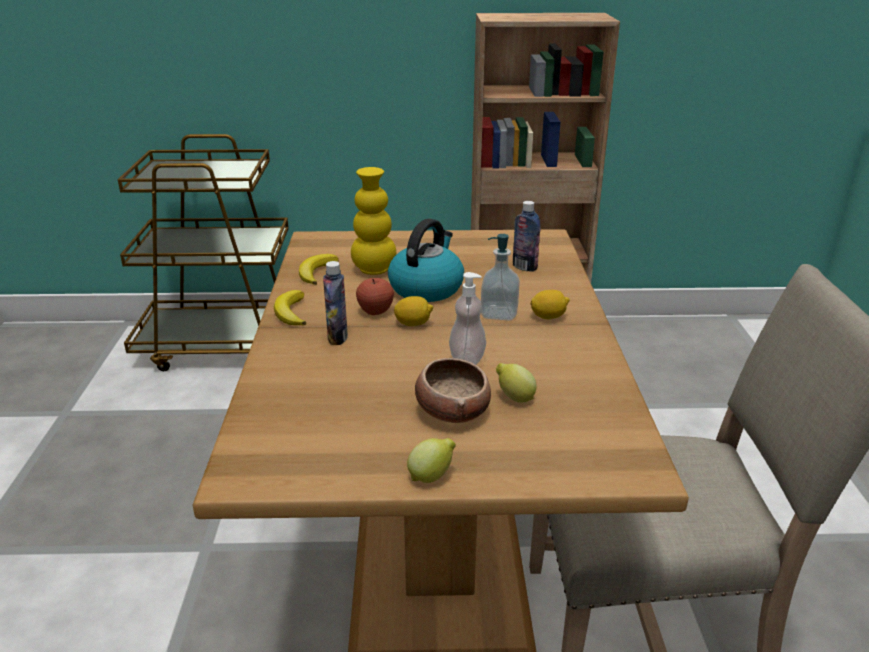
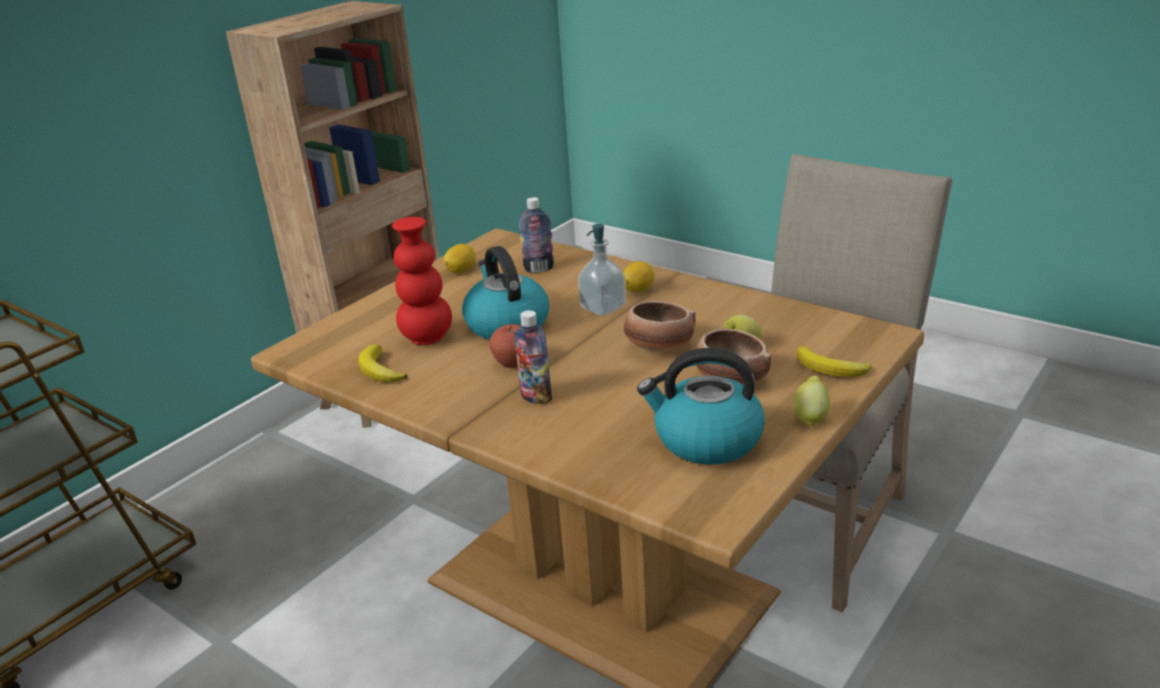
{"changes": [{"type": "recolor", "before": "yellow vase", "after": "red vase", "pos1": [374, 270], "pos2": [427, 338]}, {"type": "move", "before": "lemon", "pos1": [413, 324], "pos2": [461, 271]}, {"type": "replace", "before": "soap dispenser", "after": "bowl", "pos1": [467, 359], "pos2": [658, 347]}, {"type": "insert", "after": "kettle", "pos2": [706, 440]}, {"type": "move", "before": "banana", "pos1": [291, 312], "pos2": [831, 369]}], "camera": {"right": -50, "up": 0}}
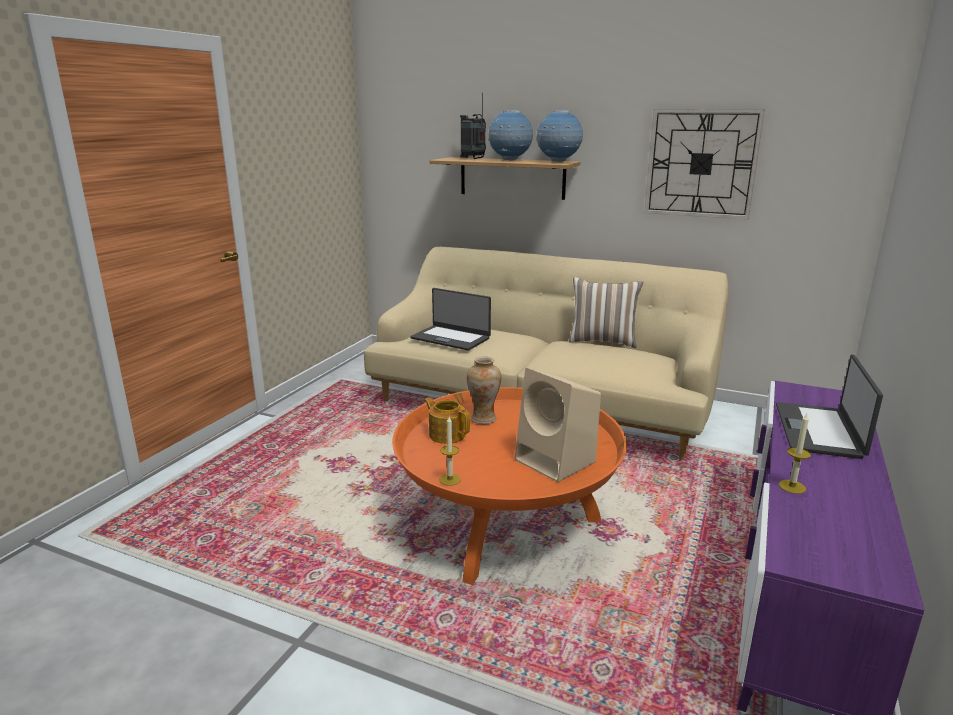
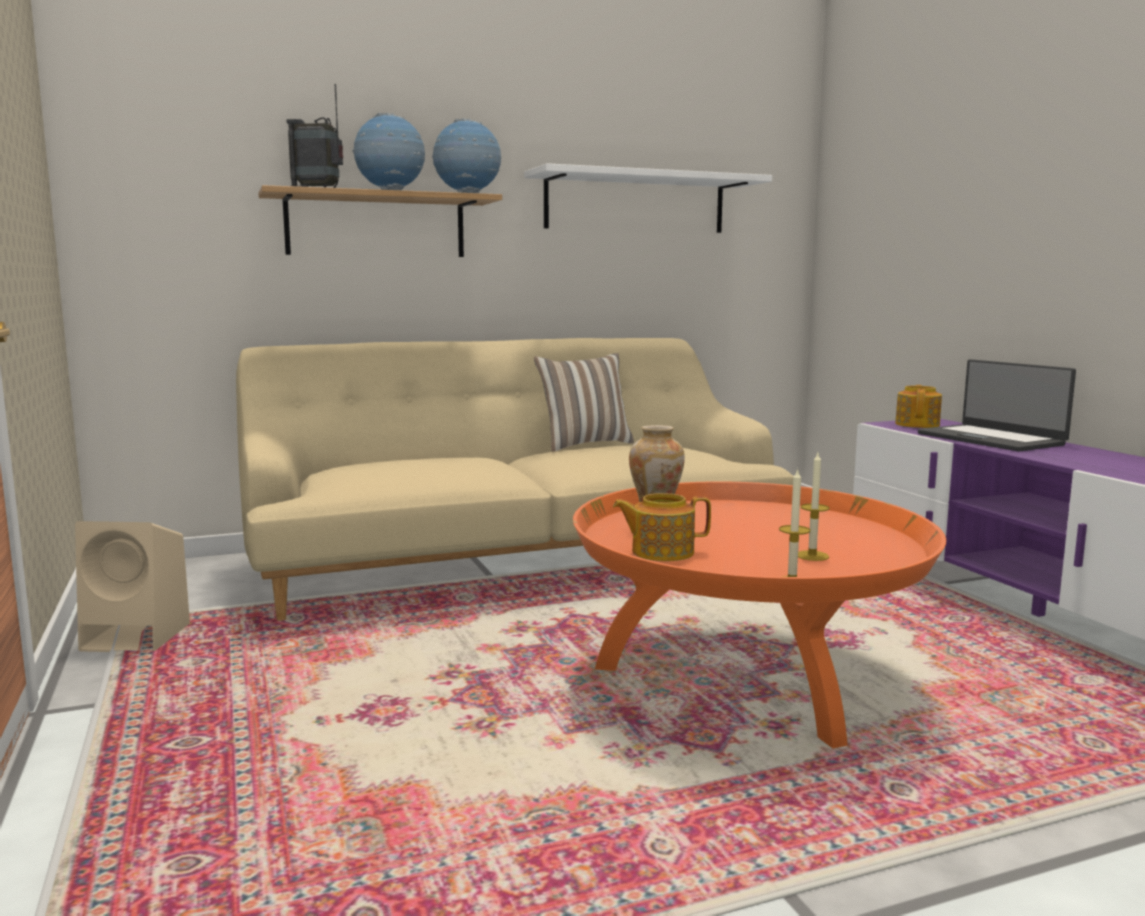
{"changes": [{"type": "move", "before": "beige speaker", "pos1": [557, 461], "pos2": [139, 637]}, {"type": "replace", "before": "wall clock", "after": "white shelf", "pos1": [701, 163], "pos2": [635, 203]}, {"type": "move", "before": "candle", "pos1": [792, 486], "pos2": [812, 556]}, {"type": "insert", "after": "teapot", "pos2": [918, 424]}, {"type": "delete", "before": "laptop", "pos1": [451, 338]}], "camera": {"right": -45, "up": -10}}
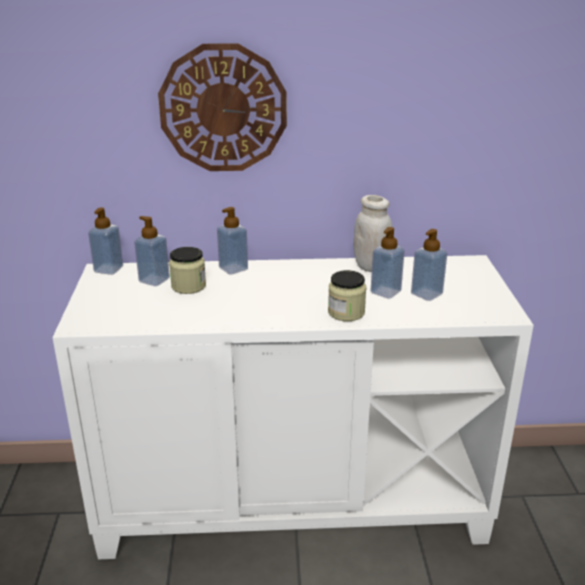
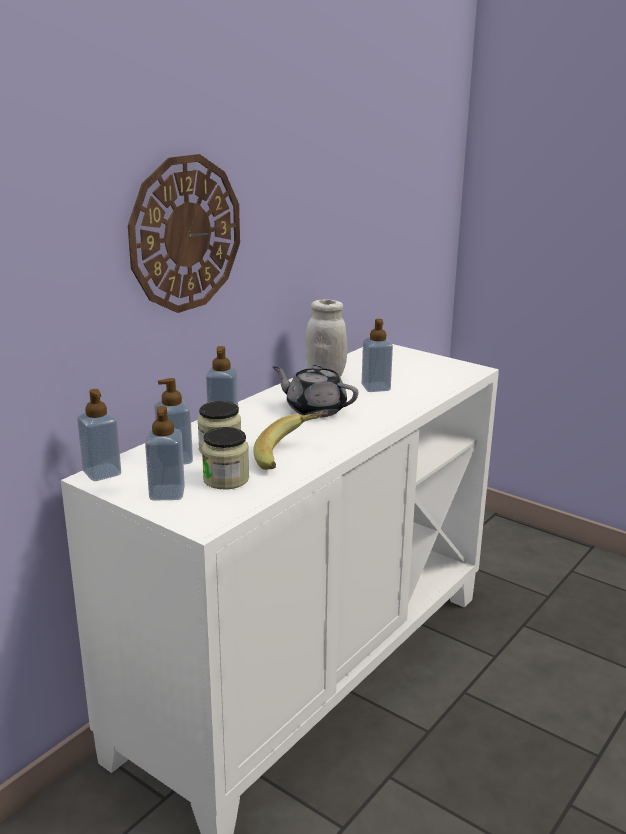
{"changes": [{"type": "move", "before": "soap dispenser", "pos1": [426, 294], "pos2": [167, 493]}, {"type": "move", "before": "jar", "pos1": [346, 312], "pos2": [226, 479]}, {"type": "insert", "after": "banana", "pos2": [291, 457]}, {"type": "insert", "after": "grey teapot", "pos2": [315, 409]}], "camera": {"right": -50, "up": -5}}
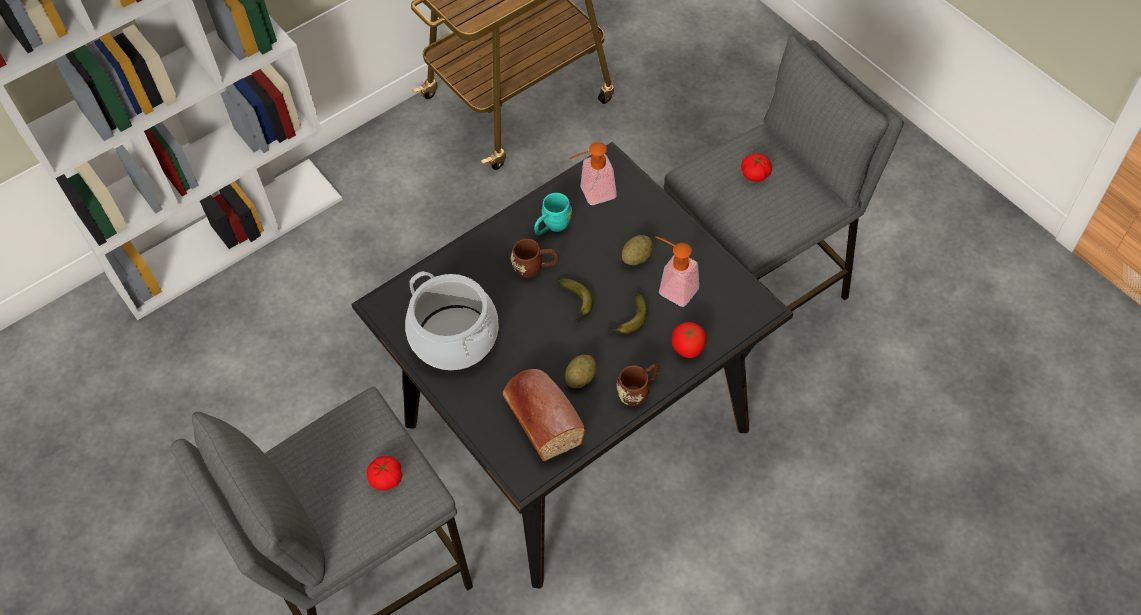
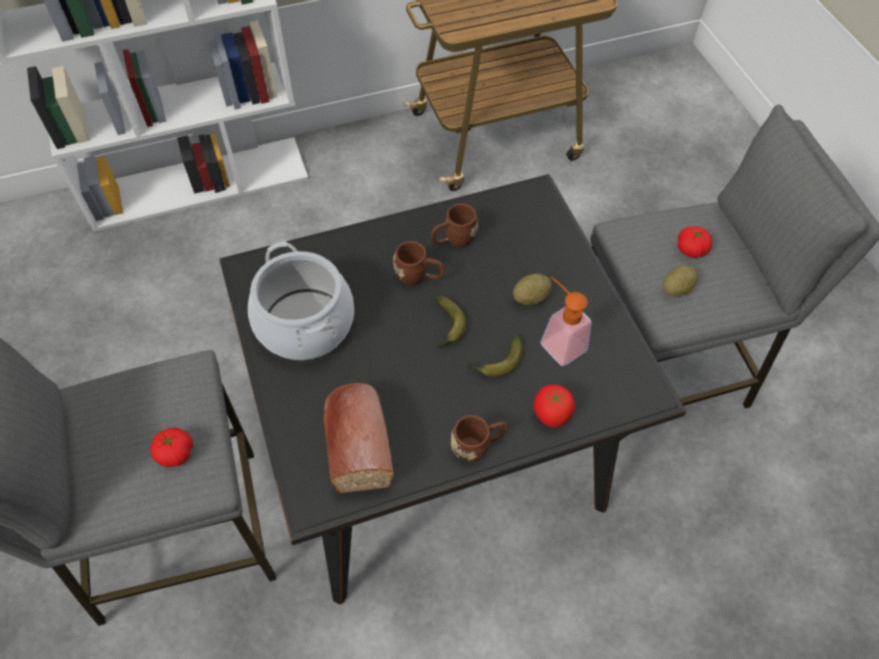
{"changes": [{"type": "recolor", "before": "turquoise mug", "after": "brown mug", "pos1": [552, 227], "pos2": [453, 240]}, {"type": "move", "before": "potato", "pos1": [580, 378], "pos2": [676, 289]}, {"type": "delete", "before": "soap dispenser", "pos1": [592, 194]}], "camera": {"right": 15, "up": 0}}
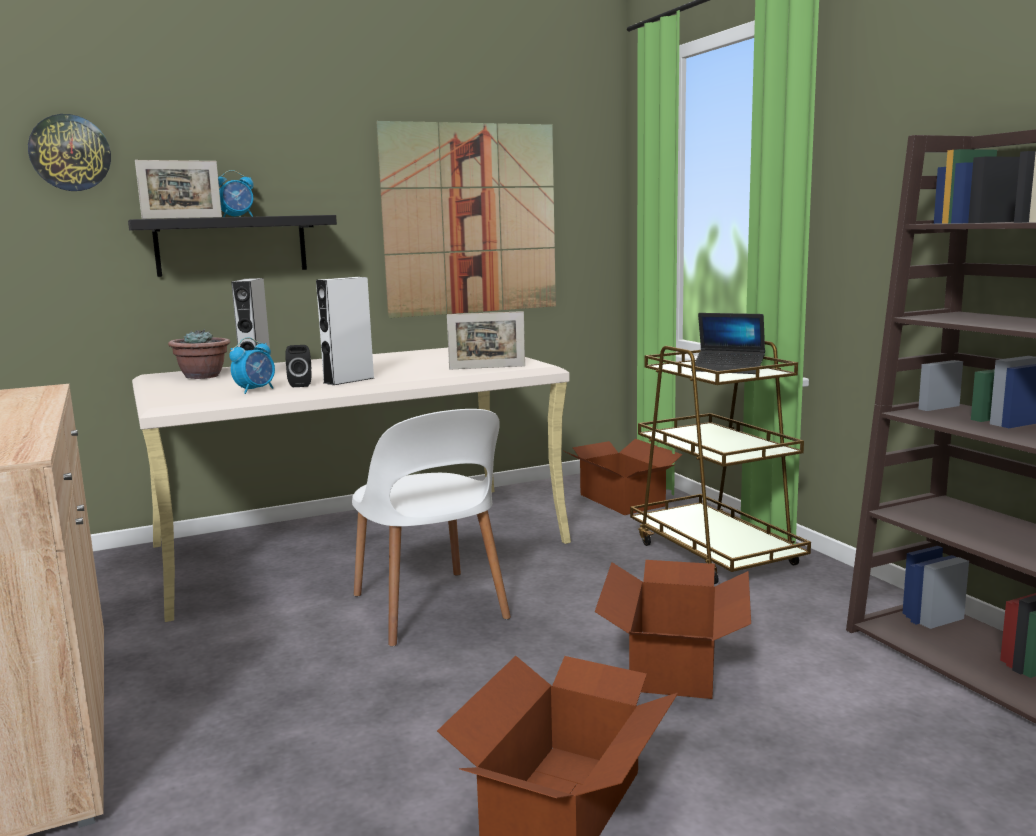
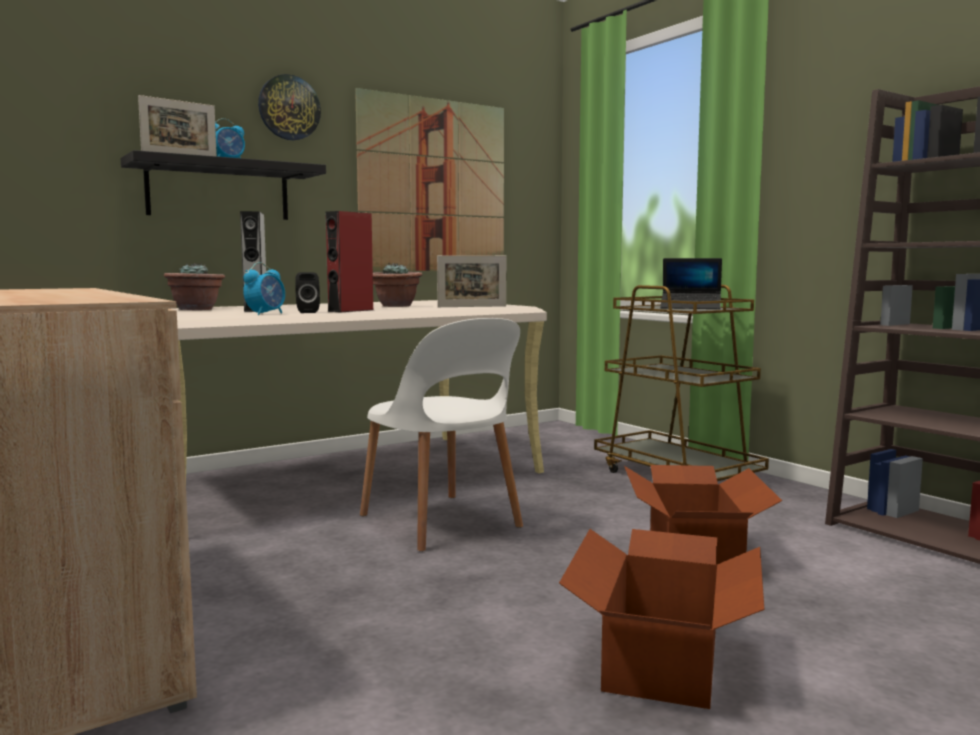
{"changes": [{"type": "move", "before": "wall clock", "pos1": [70, 153], "pos2": [289, 108]}, {"type": "recolor", "before": "white speaker", "after": "red speaker", "pos1": [349, 380], "pos2": [351, 310]}, {"type": "insert", "after": "potted plant", "pos2": [396, 306]}, {"type": "delete", "before": "cardboard box", "pos1": [622, 500]}], "camera": {"right": -10, "up": -5}}
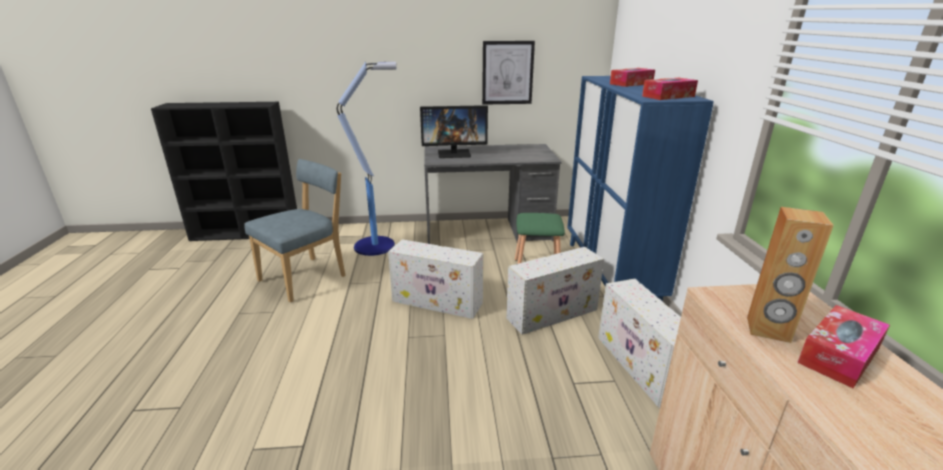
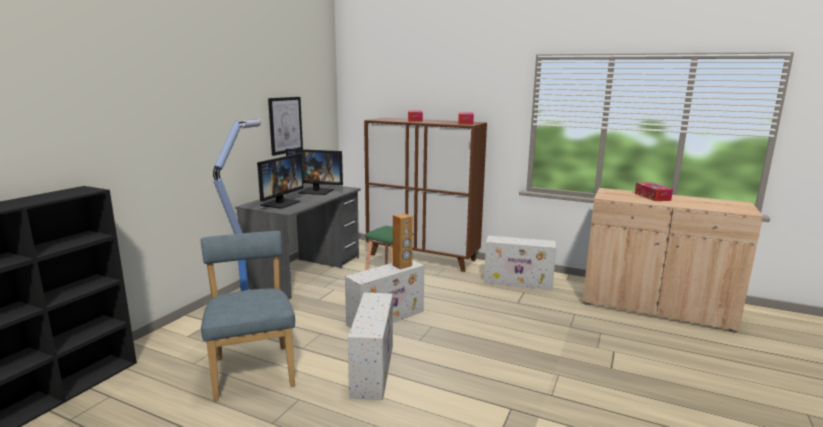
{"changes": [{"type": "insert", "after": "monitor", "pos2": [316, 191]}, {"type": "move", "before": "white storage box", "pos1": [553, 313], "pos2": [373, 368]}, {"type": "recolor", "before": "blue cabinet", "after": "brown cabinet", "pos1": [610, 273], "pos2": [423, 257]}, {"type": "move", "before": "brown speaker", "pos1": [768, 330], "pos2": [402, 265]}], "camera": {"right": -60, "up": -10}}
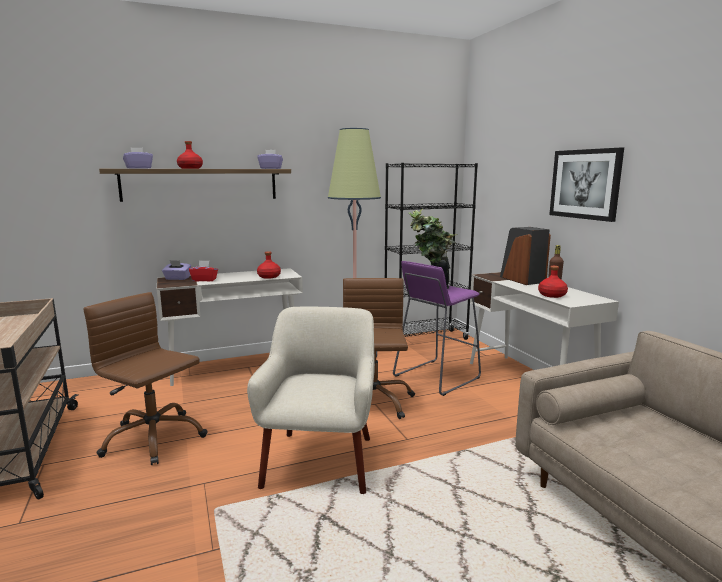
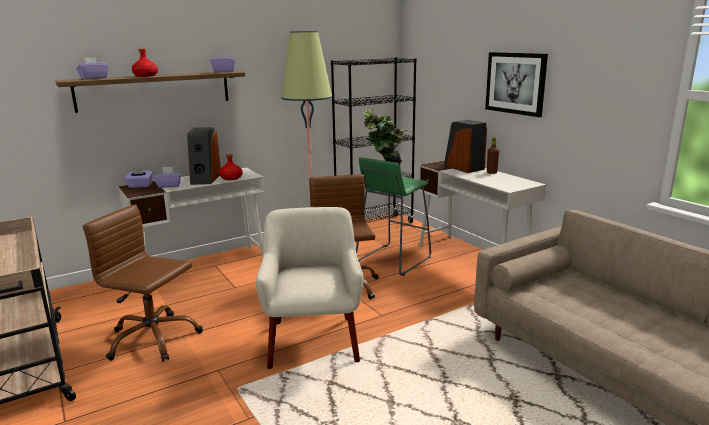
{"changes": [{"type": "recolor", "before": "red tissue box", "after": "purple tissue box", "pos1": [204, 280], "pos2": [169, 186]}, {"type": "insert", "after": "speaker", "pos2": [205, 179]}, {"type": "recolor", "before": "purple stool", "after": "green stool", "pos1": [436, 377], "pos2": [392, 259]}, {"type": "delete", "before": "red bottle", "pos1": [551, 295]}], "camera": {"right": -10, "up": 5}}
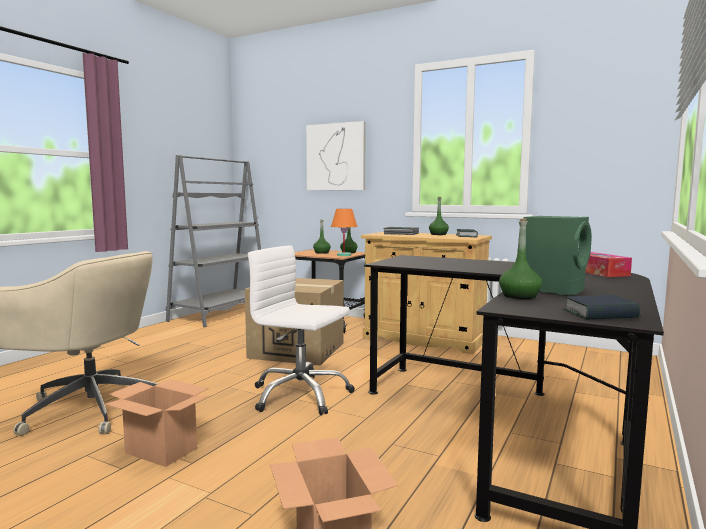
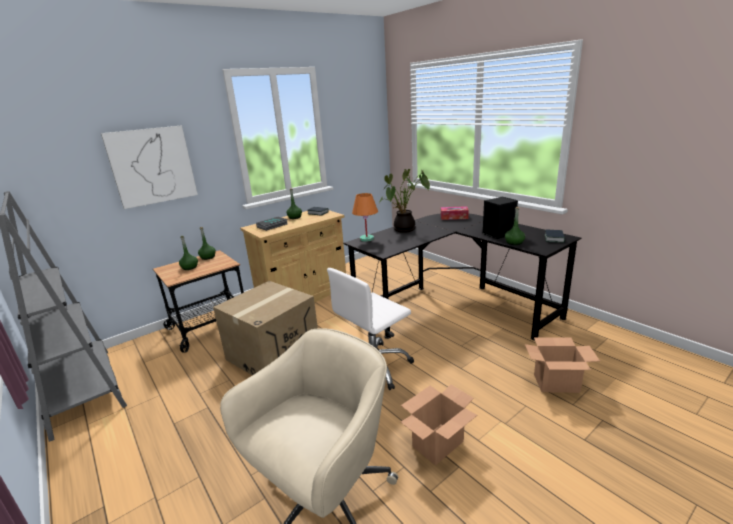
{"changes": [{"type": "move", "before": "orange table lamp", "pos1": [344, 255], "pos2": [367, 239]}, {"type": "insert", "after": "potted plant", "pos2": [404, 230]}, {"type": "recolor", "before": "green speaker", "after": "black speaker", "pos1": [554, 289], "pos2": [498, 234]}], "camera": {"right": -65, "up": 15}}
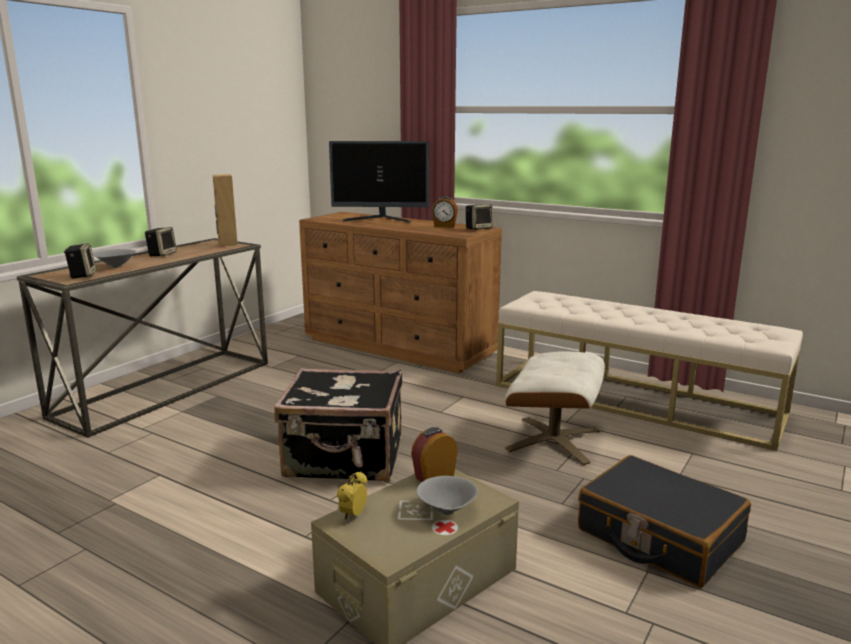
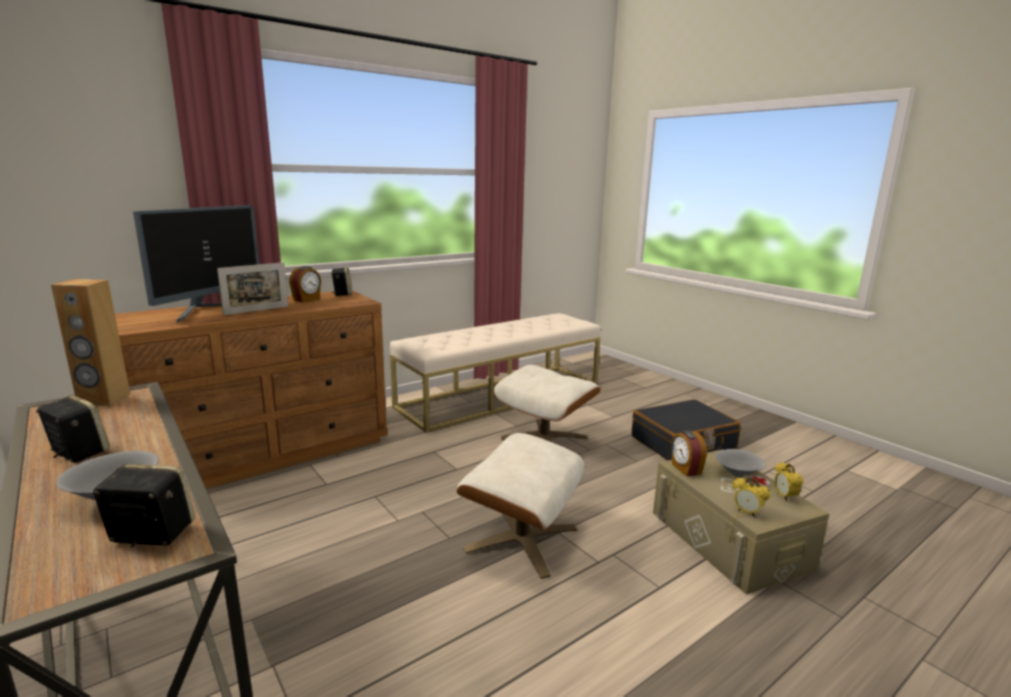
{"changes": [{"type": "insert", "after": "picture frame", "pos2": [257, 310]}, {"type": "replace", "before": "black suitcase", "after": "beige ottoman", "pos1": [345, 459], "pos2": [521, 539]}, {"type": "insert", "after": "alarm clock", "pos2": [784, 497]}], "camera": {"right": -70, "up": 0}}
